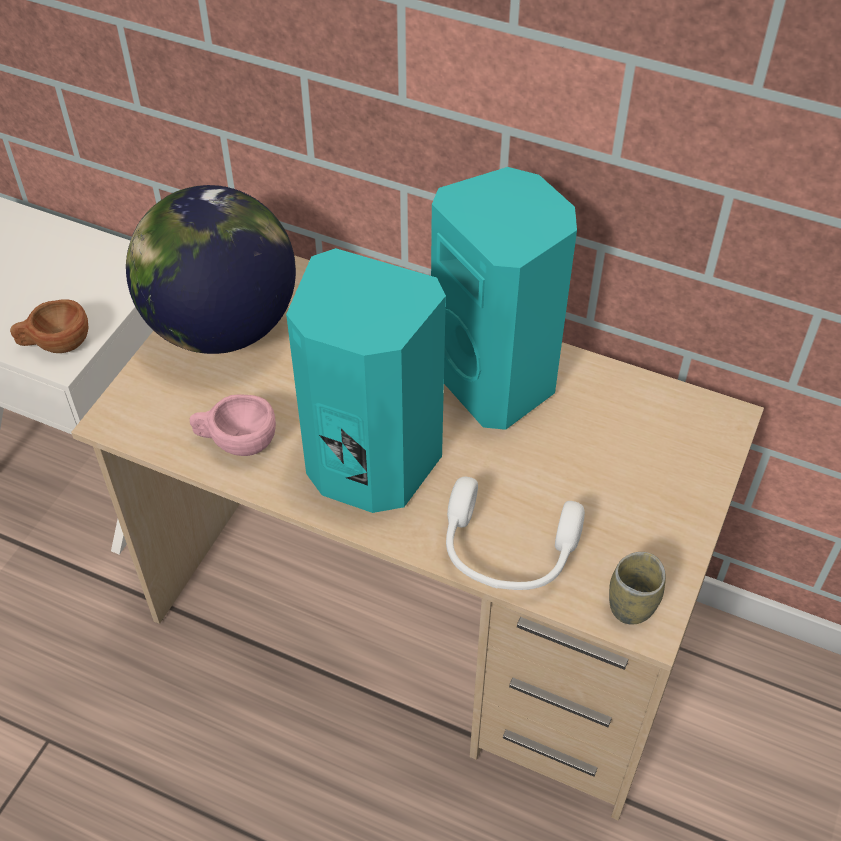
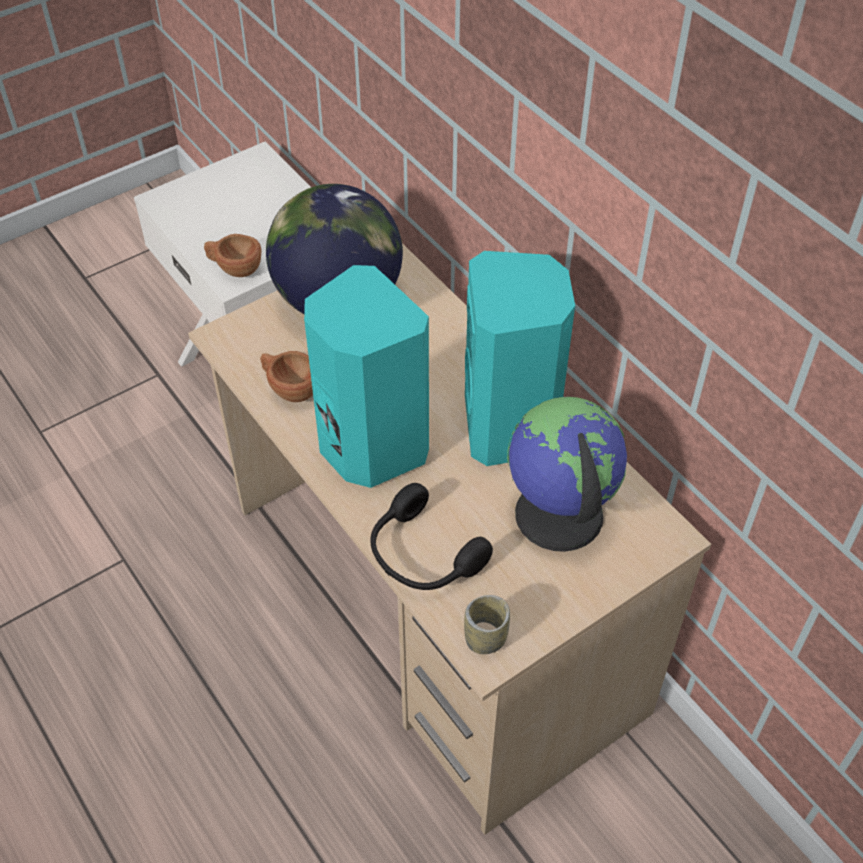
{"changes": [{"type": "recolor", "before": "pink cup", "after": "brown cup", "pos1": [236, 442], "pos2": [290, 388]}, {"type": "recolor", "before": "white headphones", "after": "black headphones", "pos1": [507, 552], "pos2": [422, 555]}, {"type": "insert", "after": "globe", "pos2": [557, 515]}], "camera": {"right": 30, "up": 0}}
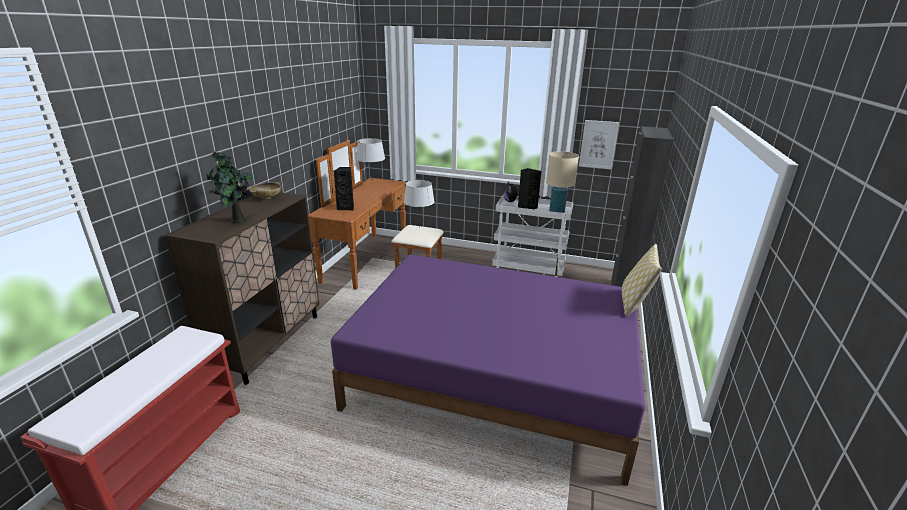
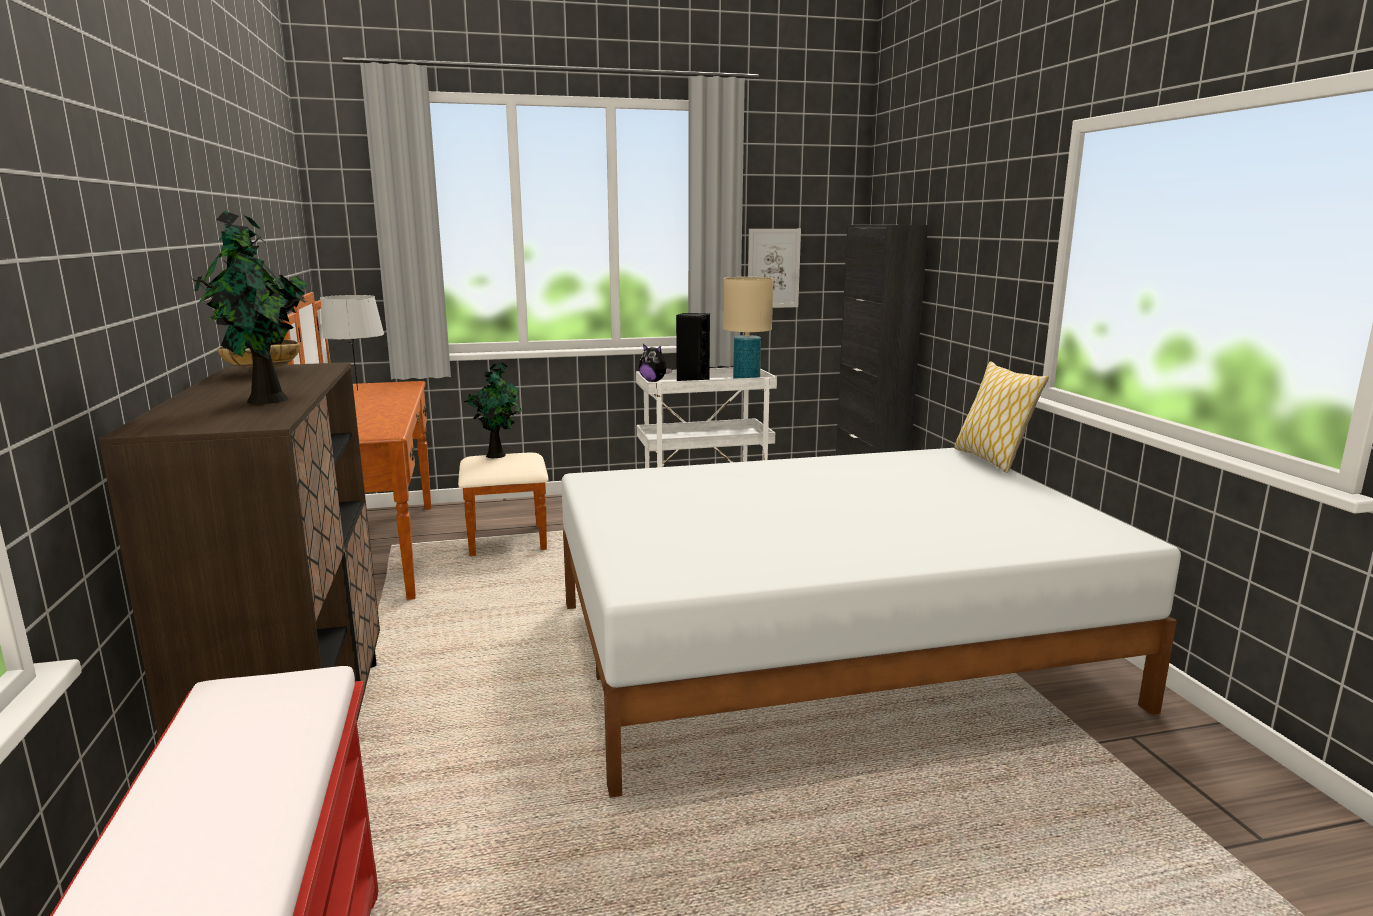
{"changes": [{"type": "replace", "before": "grey table lamp", "after": "potted plant", "pos1": [419, 227], "pos2": [497, 455]}, {"type": "recolor", "before": "purple bed", "after": "white bed", "pos1": [492, 379], "pos2": [826, 652]}, {"type": "delete", "before": "black speaker", "pos1": [347, 207]}], "camera": {"right": -30, "up": -10}}
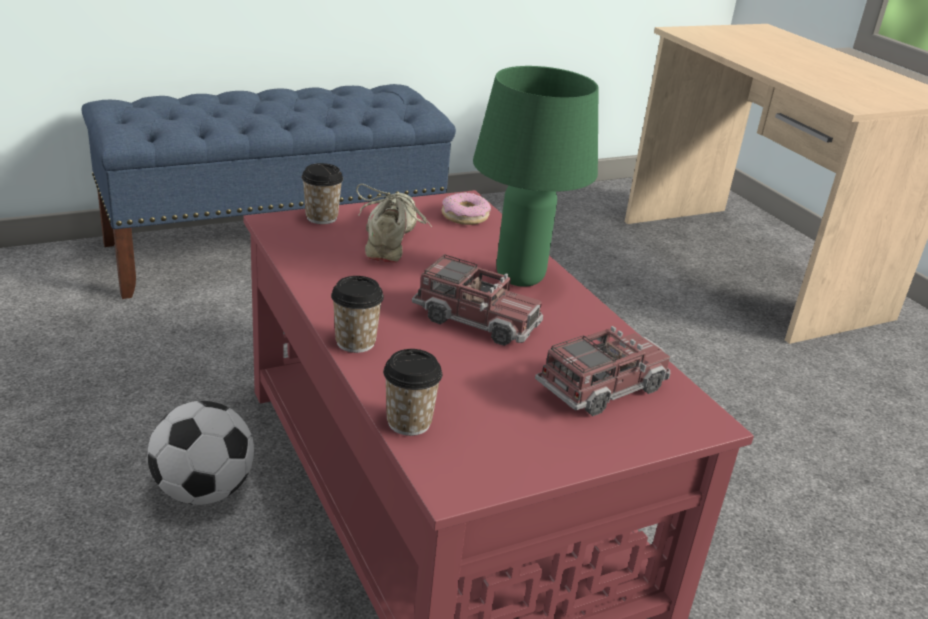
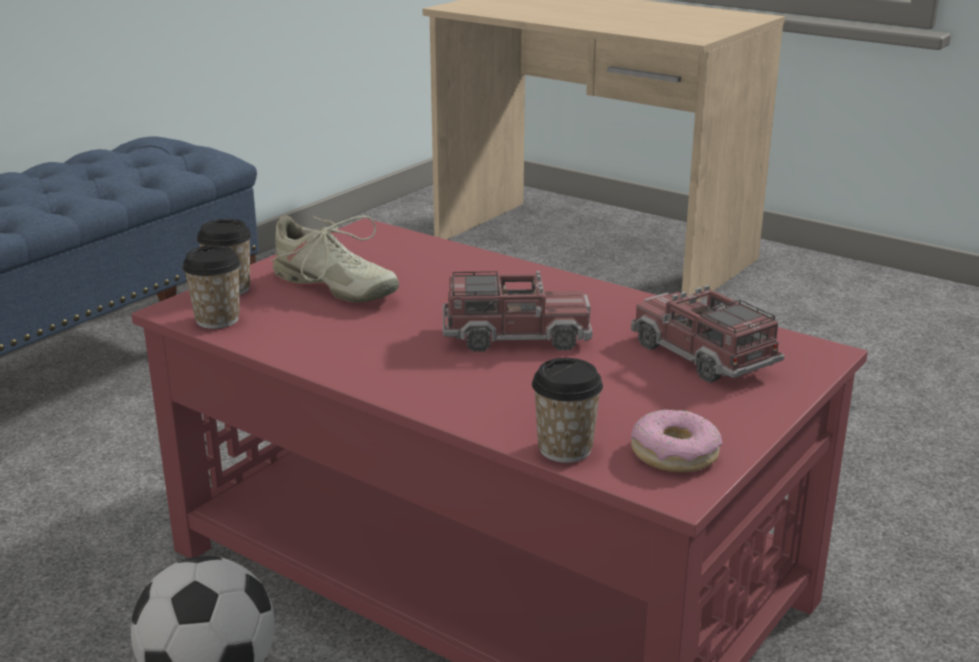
{"changes": [{"type": "move", "before": "cup", "pos1": [355, 342], "pos2": [217, 320]}, {"type": "rotate", "before": "beige shoe", "pos1": [391, 239], "pos2": [334, 288], "turn": 150}, {"type": "rotate", "before": "toy truck", "pos1": [602, 388], "pos2": [702, 356], "turn": -60}, {"type": "move", "before": "donut", "pos1": [464, 216], "pos2": [674, 453]}, {"type": "delete", "before": "green table lamp", "pos1": [518, 277]}], "camera": {"right": -25, "up": -5}}
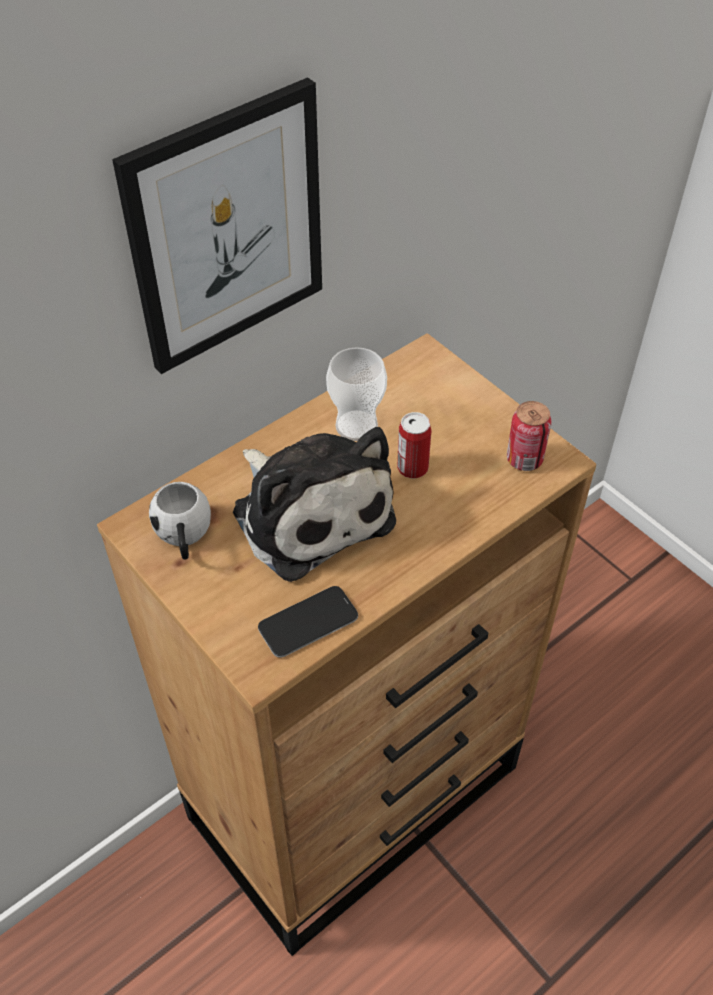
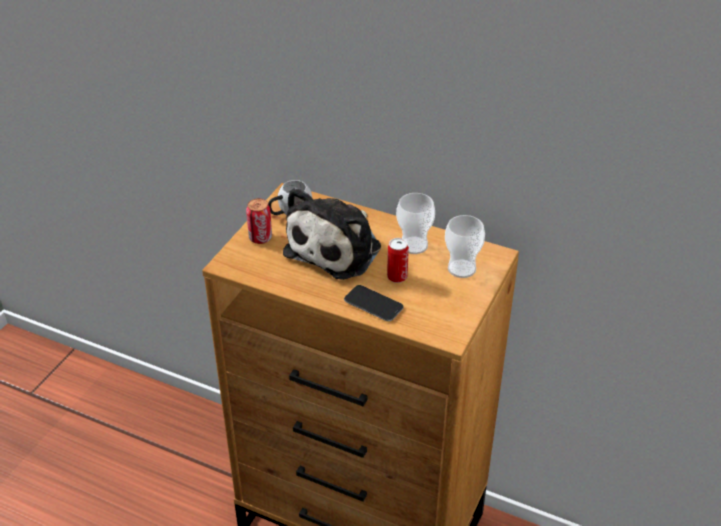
{"changes": [{"type": "move", "before": "can", "pos1": [524, 459], "pos2": [260, 238]}, {"type": "move", "before": "phone", "pos1": [308, 623], "pos2": [373, 304]}, {"type": "insert", "after": "cup", "pos2": [461, 269]}, {"type": "delete", "before": "picture", "pos1": [227, 229]}], "camera": {"right": 65, "up": -10}}
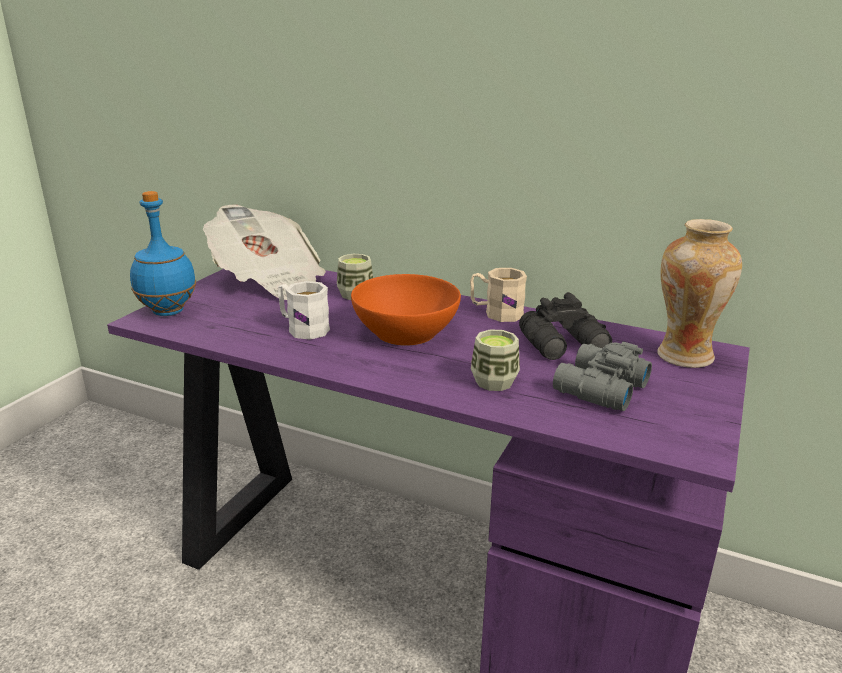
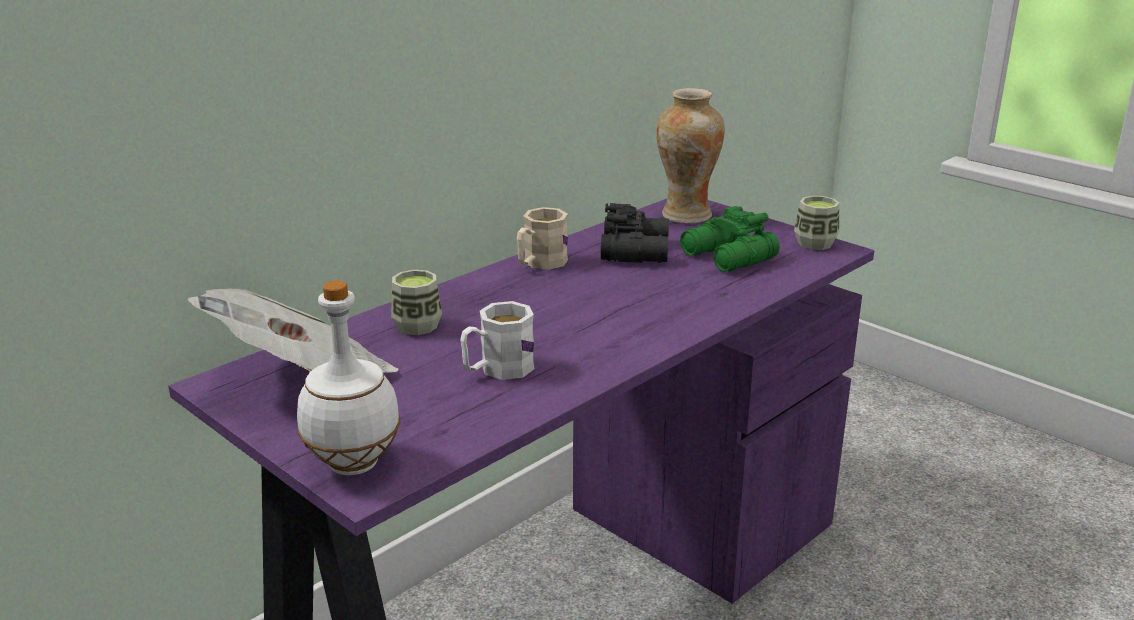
{"changes": [{"type": "recolor", "before": "blue bottle", "after": "white bottle", "pos1": [168, 311], "pos2": [352, 464]}, {"type": "recolor", "before": "grey binoculars", "after": "green binoculars", "pos1": [598, 389], "pos2": [728, 258]}, {"type": "move", "before": "cup", "pos1": [494, 382], "pos2": [815, 243]}, {"type": "delete", "before": "orange bowl", "pos1": [406, 332]}], "camera": {"right": -70, "up": 0}}
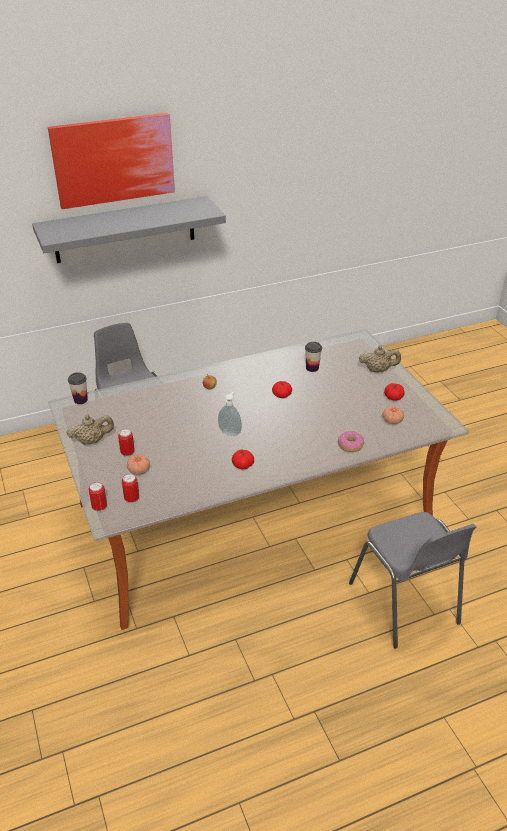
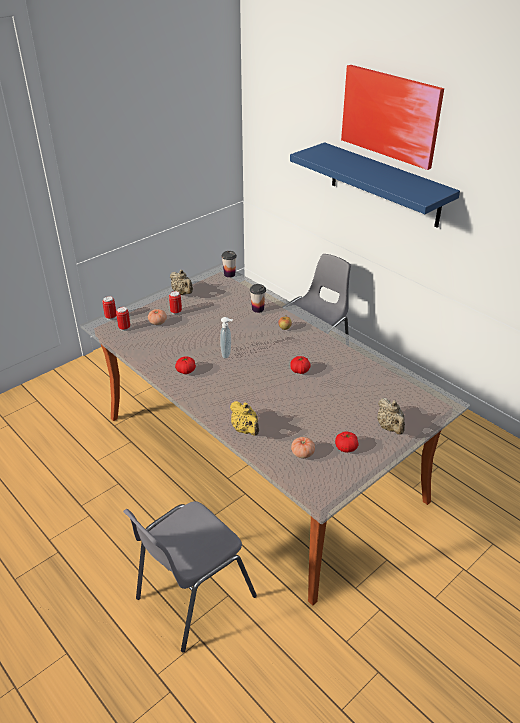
{"changes": [{"type": "replace", "before": "donut", "after": "yellow teapot", "pos1": [350, 445], "pos2": [245, 430]}, {"type": "move", "before": "cup", "pos1": [312, 368], "pos2": [258, 309]}, {"type": "recolor", "before": "grey shelf", "after": "blue shelf", "pos1": [125, 230], "pos2": [384, 185]}], "camera": {"right": 70, "up": 0}}
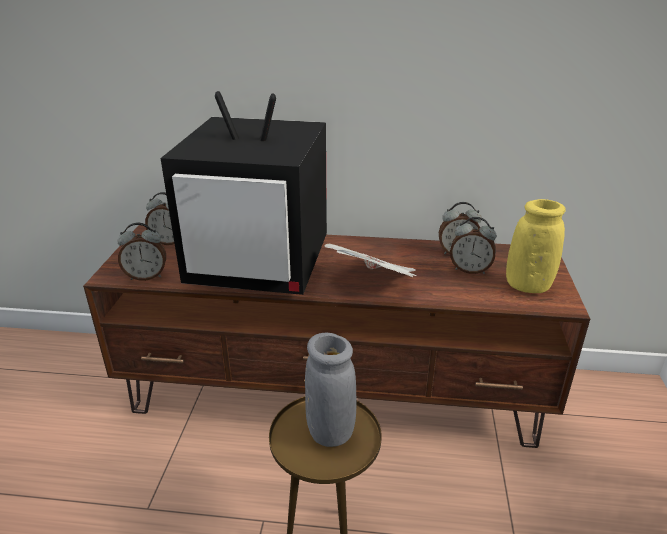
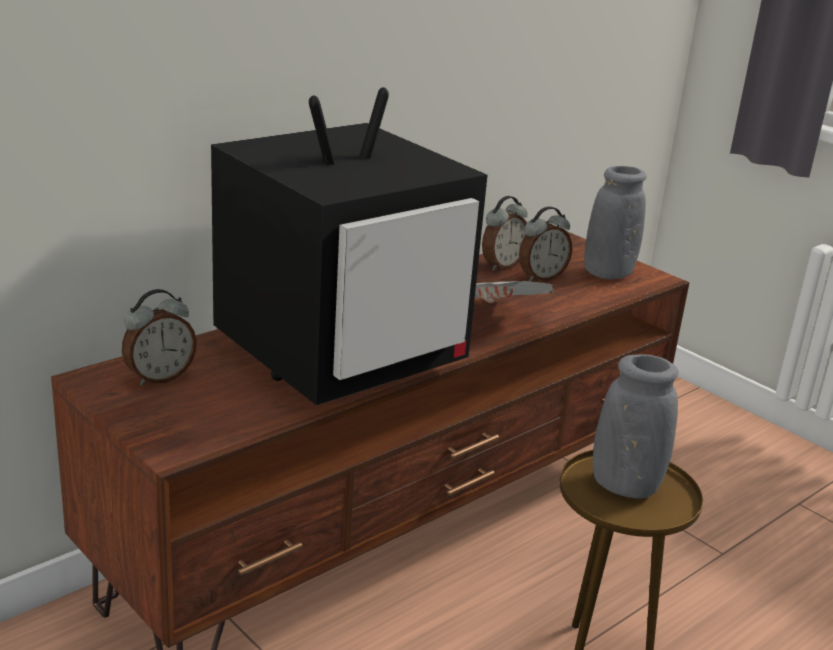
{"changes": [{"type": "recolor", "before": "yellow vase", "after": "grey vase", "pos1": [527, 286], "pos2": [607, 274]}, {"type": "delete", "before": "alarm clock", "pos1": [146, 276]}], "camera": {"right": -50, "up": -5}}
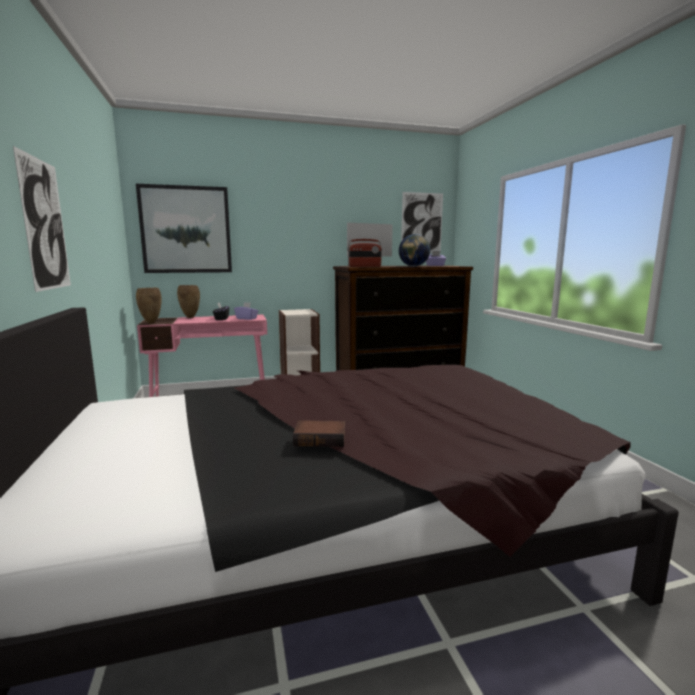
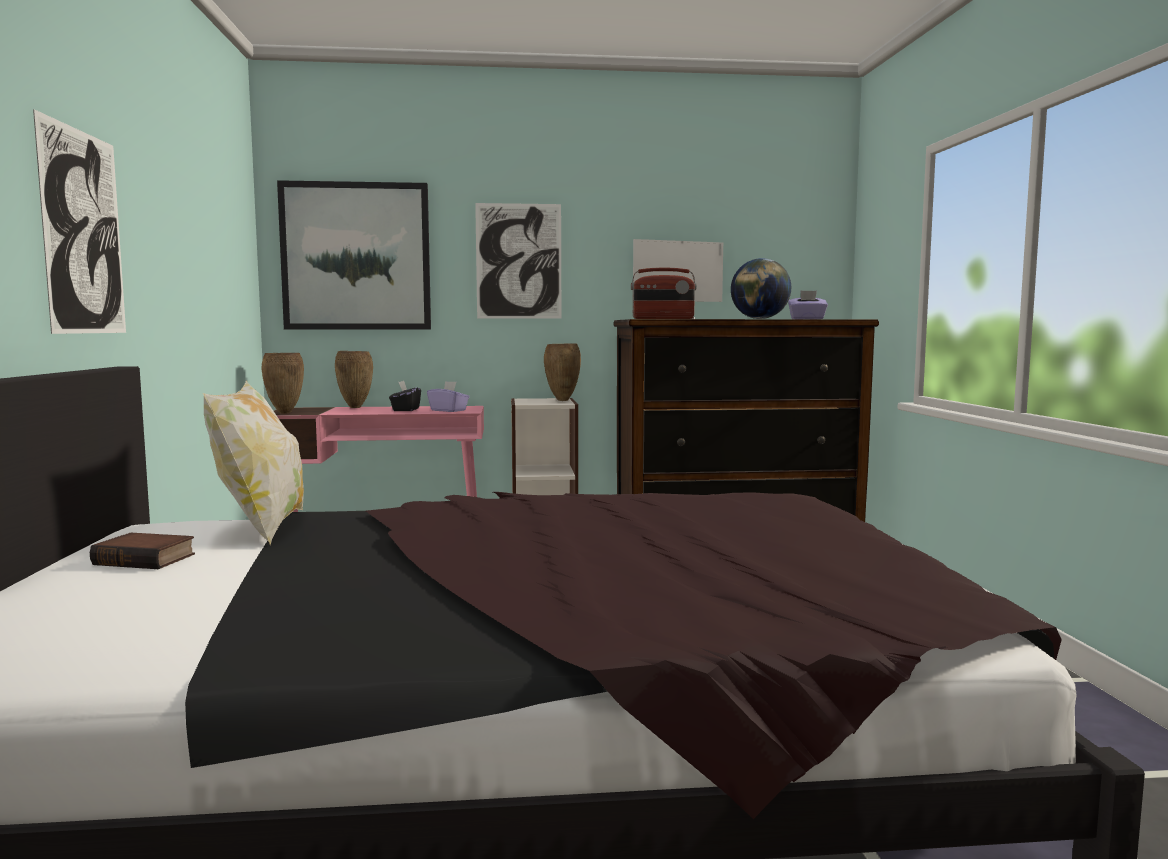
{"changes": [{"type": "move", "before": "book", "pos1": [321, 438], "pos2": [147, 559]}, {"type": "insert", "after": "pillow", "pos2": [262, 527]}, {"type": "move", "before": "picture", "pos1": [422, 223], "pos2": [518, 261]}, {"type": "insert", "after": "brown vase", "pos2": [561, 400]}], "camera": {"right": 10, "up": -5}}
